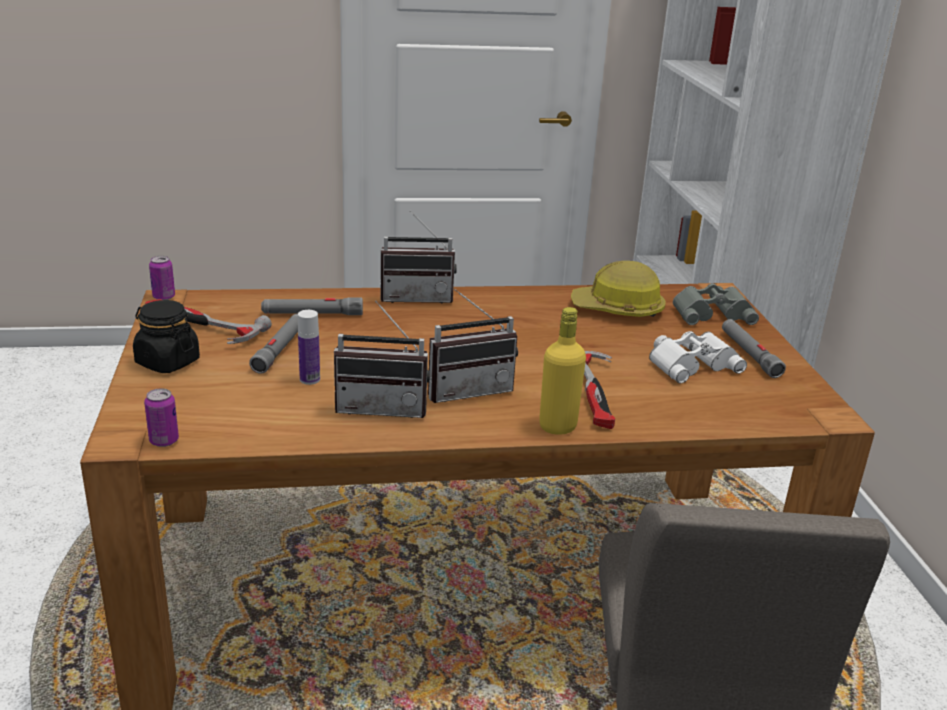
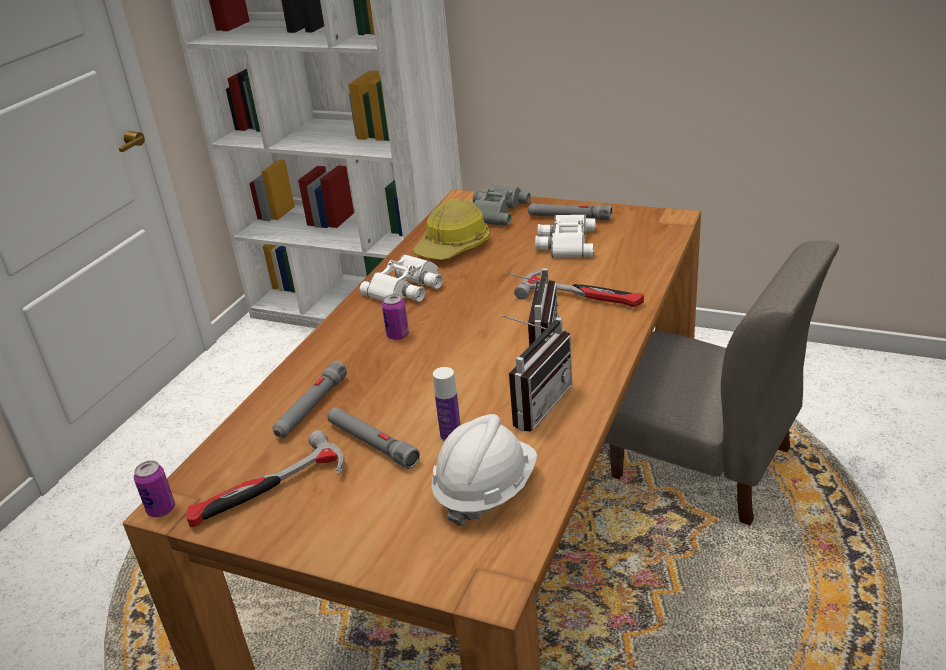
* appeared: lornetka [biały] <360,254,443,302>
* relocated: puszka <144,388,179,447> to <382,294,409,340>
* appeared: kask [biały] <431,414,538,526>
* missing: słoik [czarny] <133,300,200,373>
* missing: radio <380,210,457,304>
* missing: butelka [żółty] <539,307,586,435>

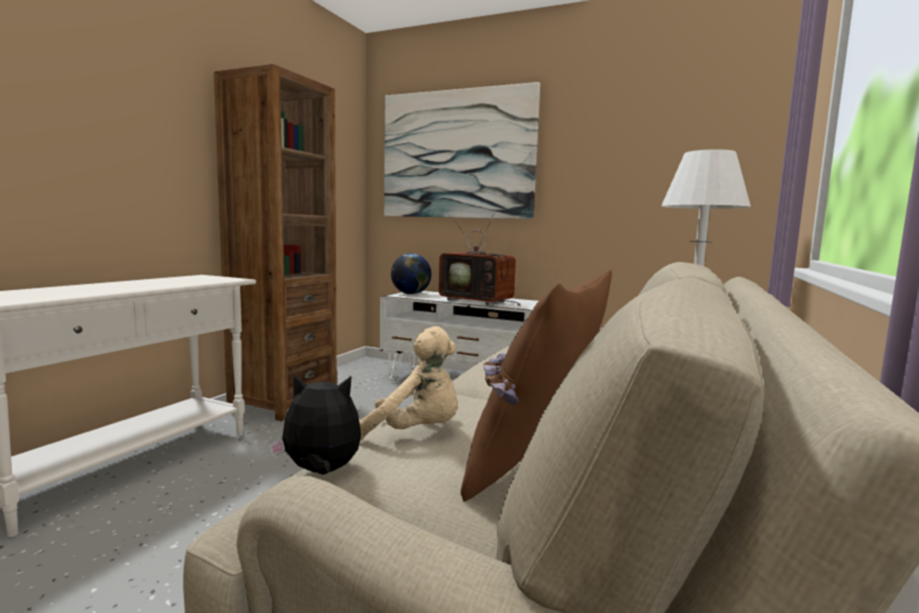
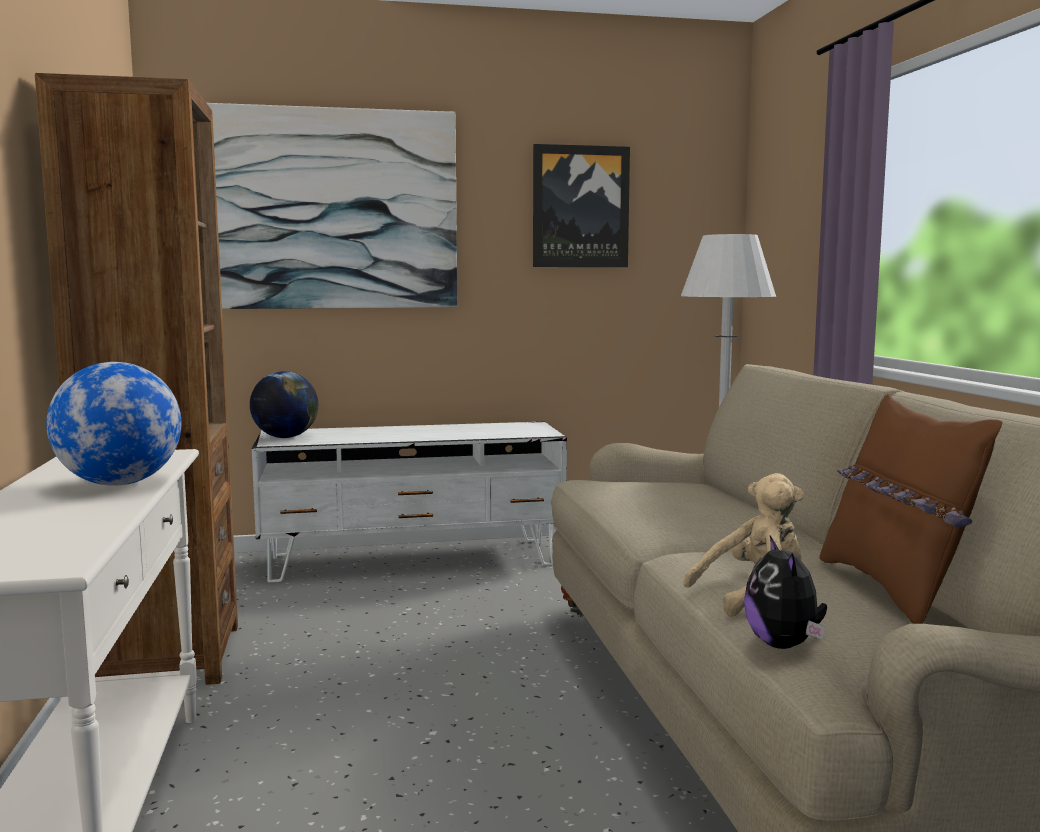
* appeared: globus <46,362,182,486>
* appeared: obraz <533,144,630,267>
* spun: pluszak <269,374,361,475> = <744,536,827,649> 60 degrees counterclockwise
* missing: telewizor <439,213,520,306>

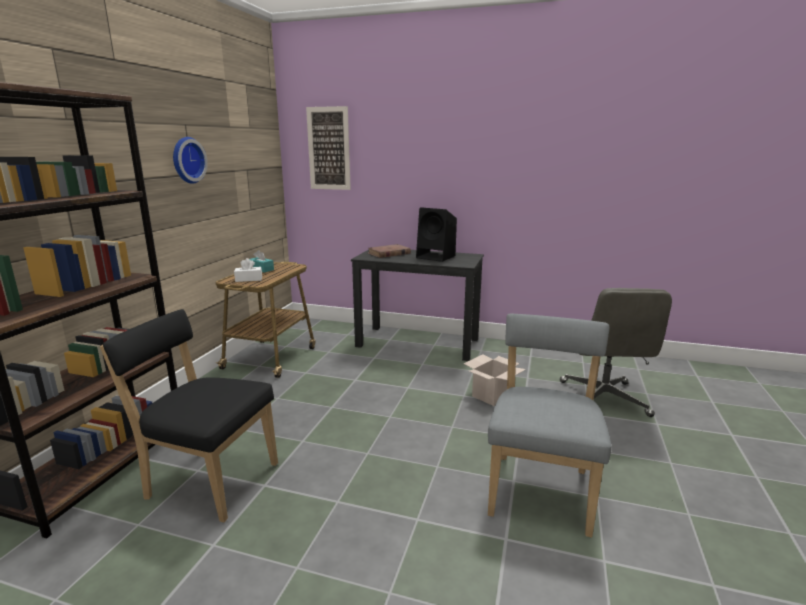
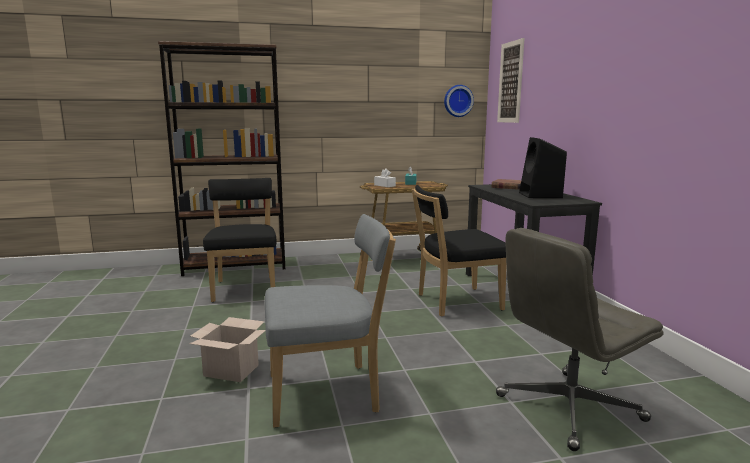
* relocated: karton <463,354,526,406> to <189,317,266,382>
* appeared: krzesło [czarny] <412,185,507,317>
* relocated: zegar ścienny <173,137,208,184> to <444,85,474,117>

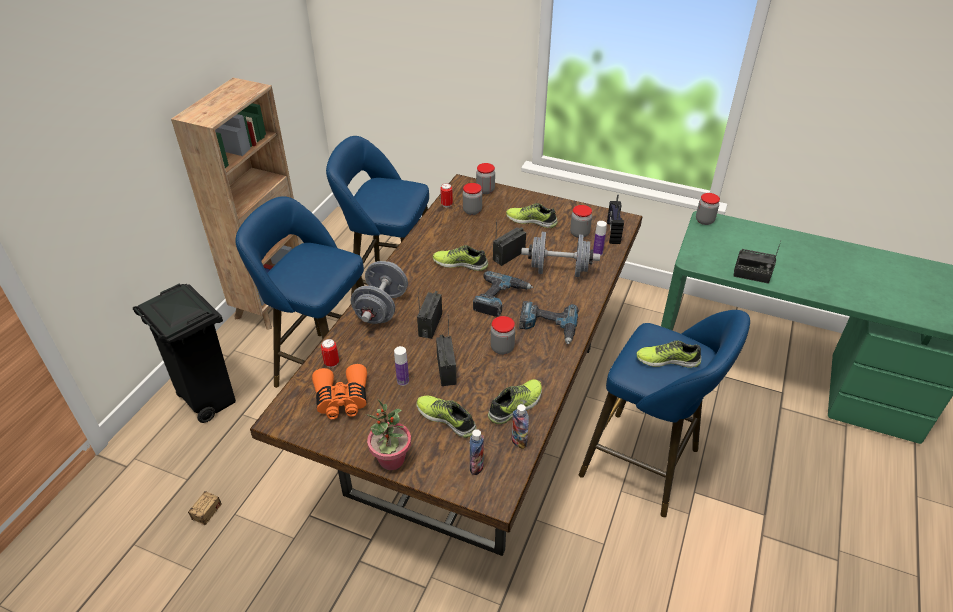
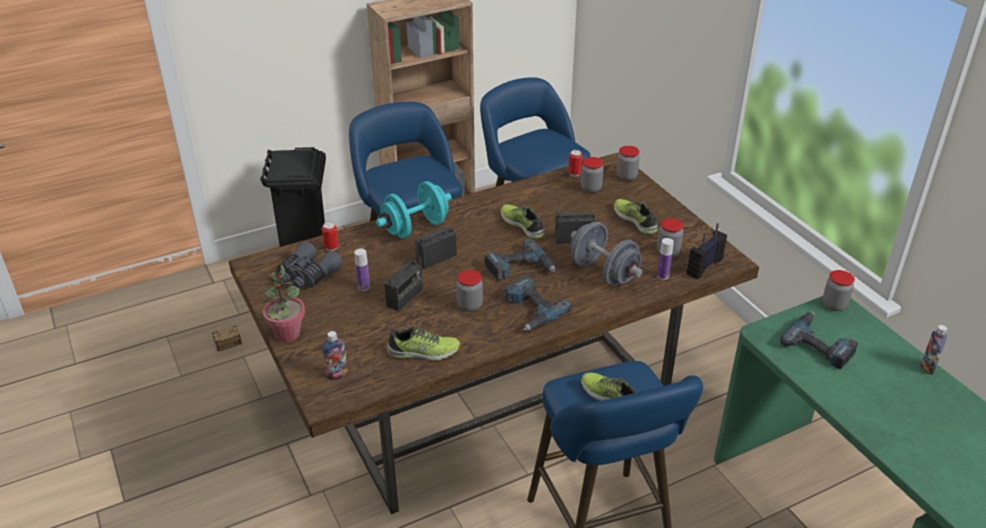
* colour: lornetka [pomarańczowy] <312,364,367,419> to lornetka [szary] <277,241,343,289>
* colour: hantel [szary] <350,261,408,324> to hantel [turkusowy] <376,181,452,238>
* appeared: wiertarka <780,311,858,370>
* relocated: butelka <511,404,529,449> to <921,325,947,374>
* missing: but <416,396,477,438>
* missing: radio <733,242,781,284>

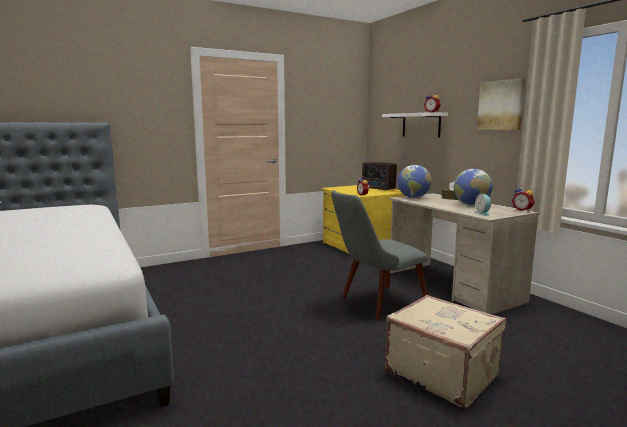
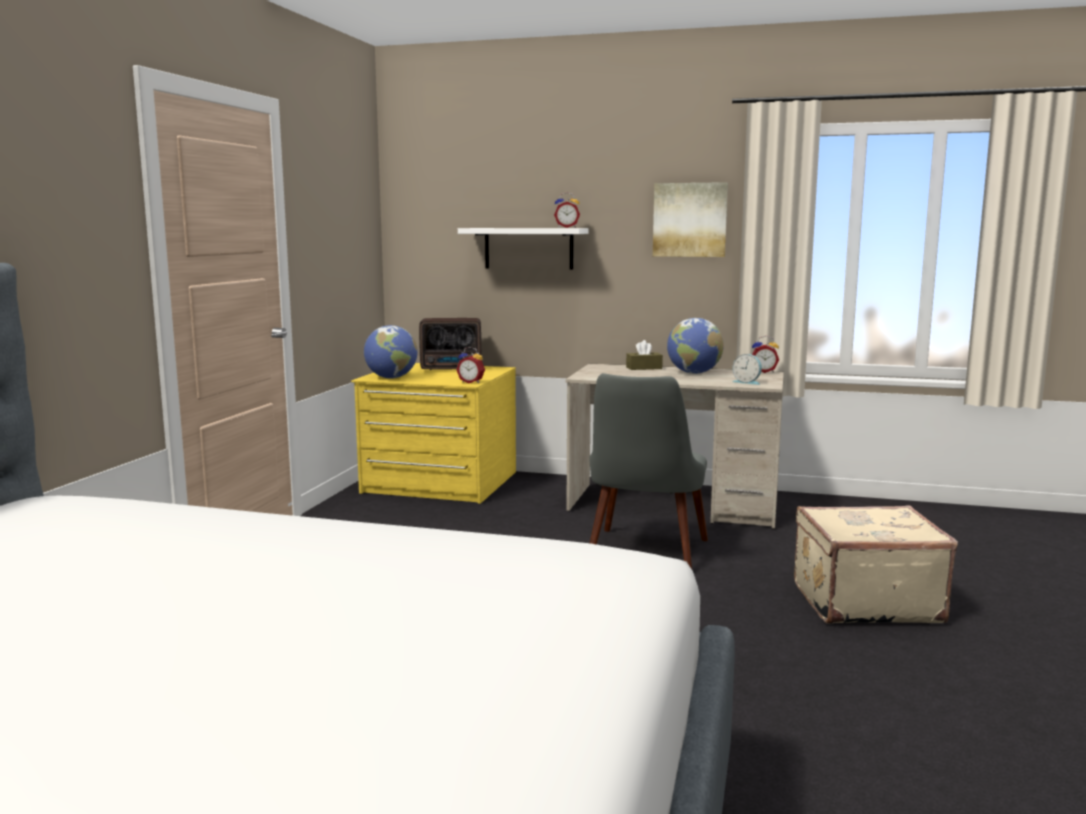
* relocated: globus <398,165,432,198> to <364,325,418,379>

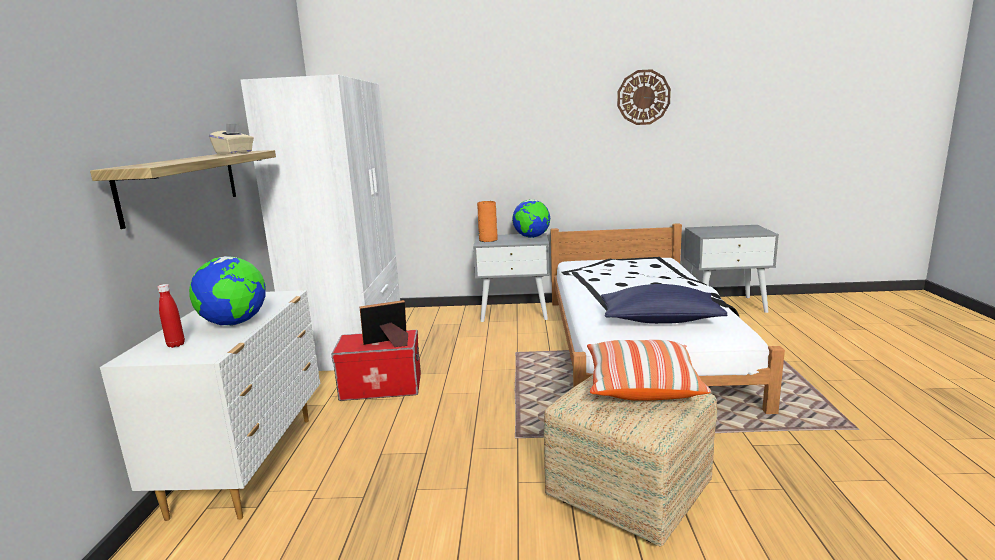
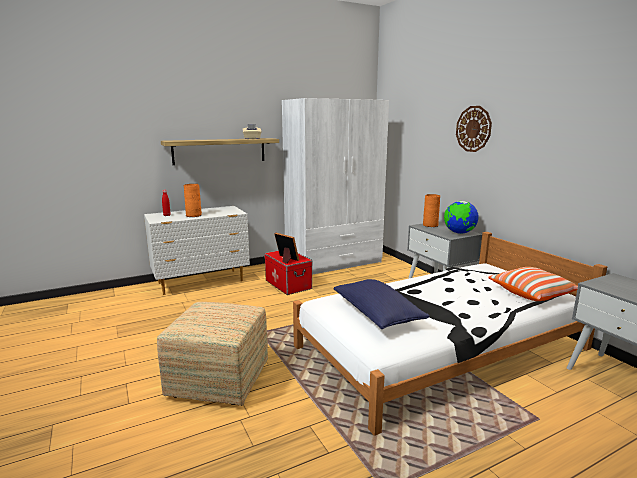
* exchanged: globus <189,256,266,326> to wazon [pomarańczowy] <184,184,202,217>
* relocated: zegar ścienny <617,69,671,125> to <456,106,492,152>
* relocated: poduszka <587,340,711,401> to <488,267,578,301>

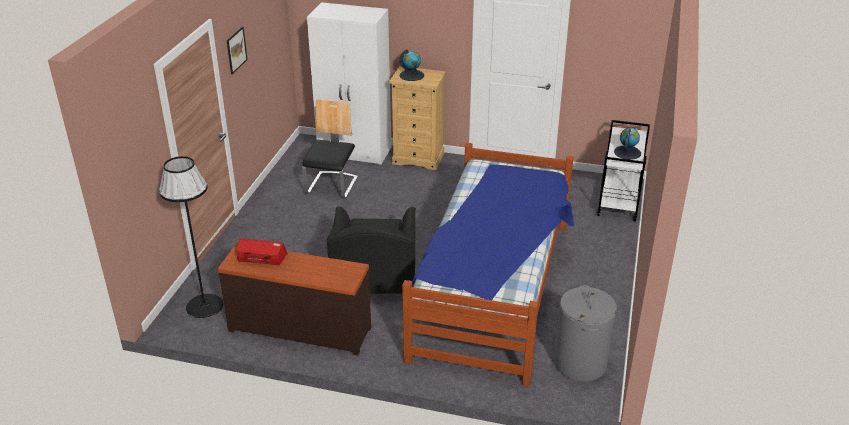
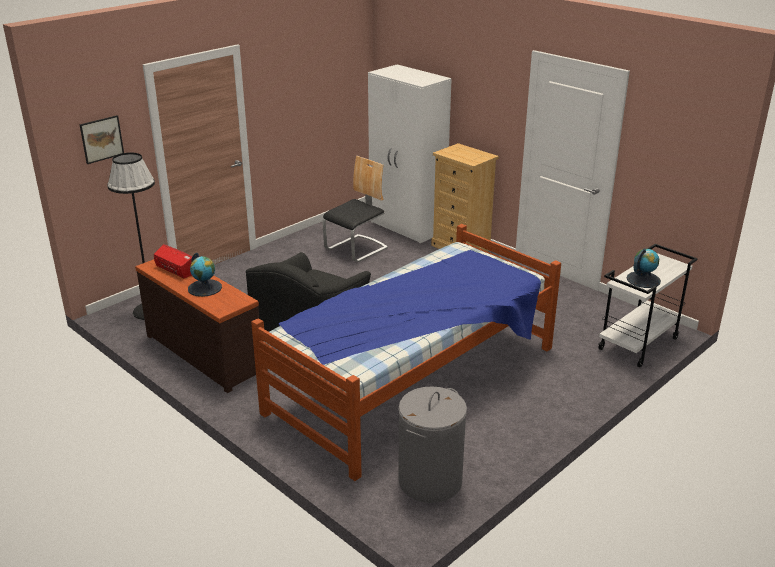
* relocated: obraz <227,27,248,74> to <80,115,124,164>
* relocated: globus <400,49,424,81> to <188,253,222,297>

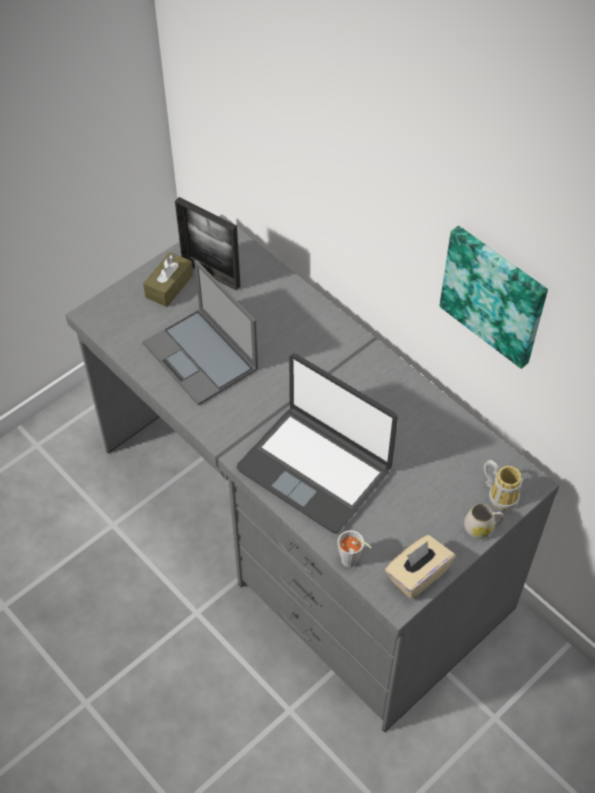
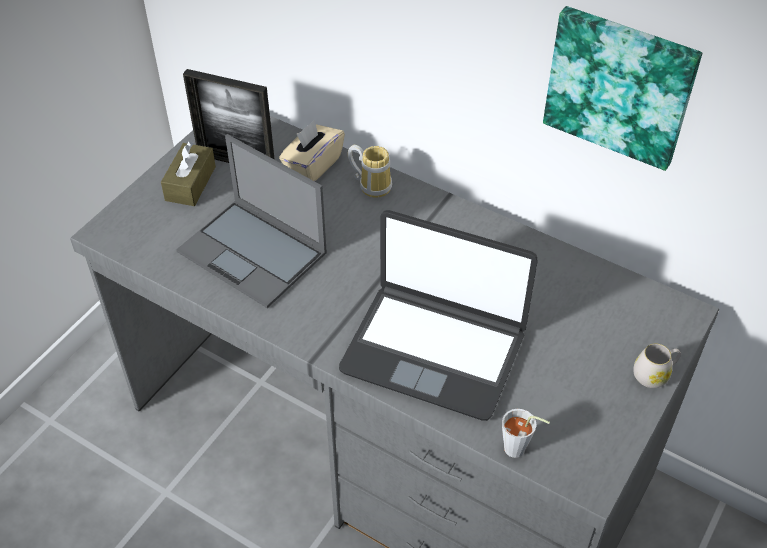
* relocated: pudełko chusteczek [beżowy] <385,535,455,599> to <279,120,345,181>
* relocated: kubek <483,460,522,510> to <348,145,392,197>

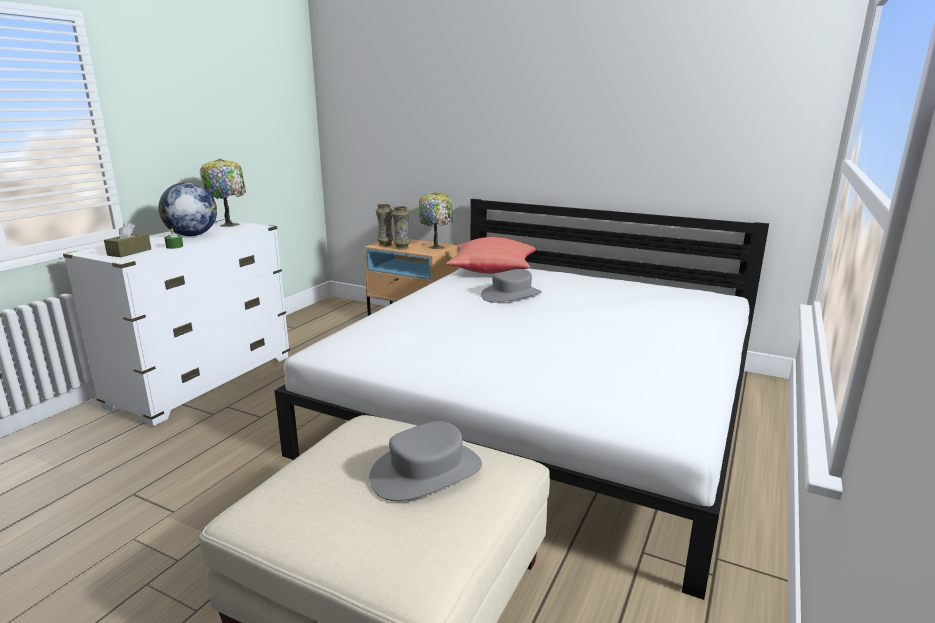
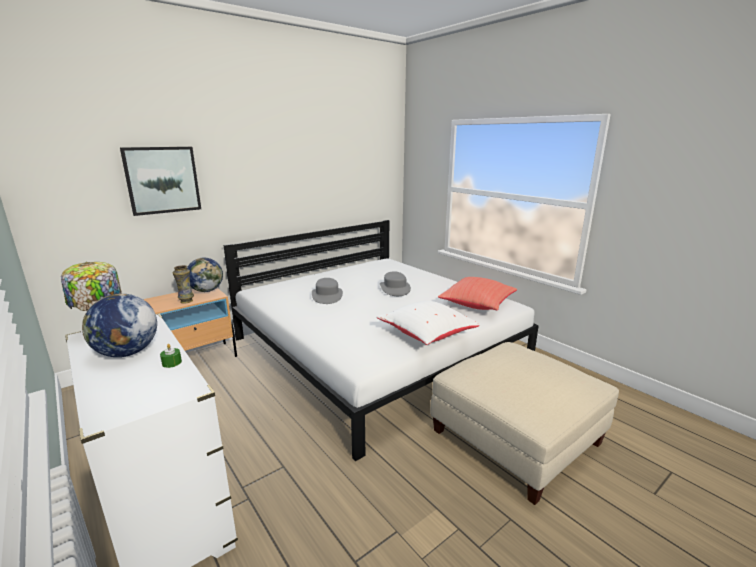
* appeared: obraz <120,147,201,216>
* exchanged: lampa stołowa <419,192,453,249> to globus <187,258,223,292>
* appeared: poduszka [biały] <376,300,480,345>
* relocated: kapelusz [szary] <369,421,482,501> to <380,271,411,296>
* relocated: poduszka [czerwony] <446,237,536,274> to <438,277,517,310>
* missing: pudełko chusteczek [brązowy] <104,222,151,257>
* missing: wazon <376,204,394,246>

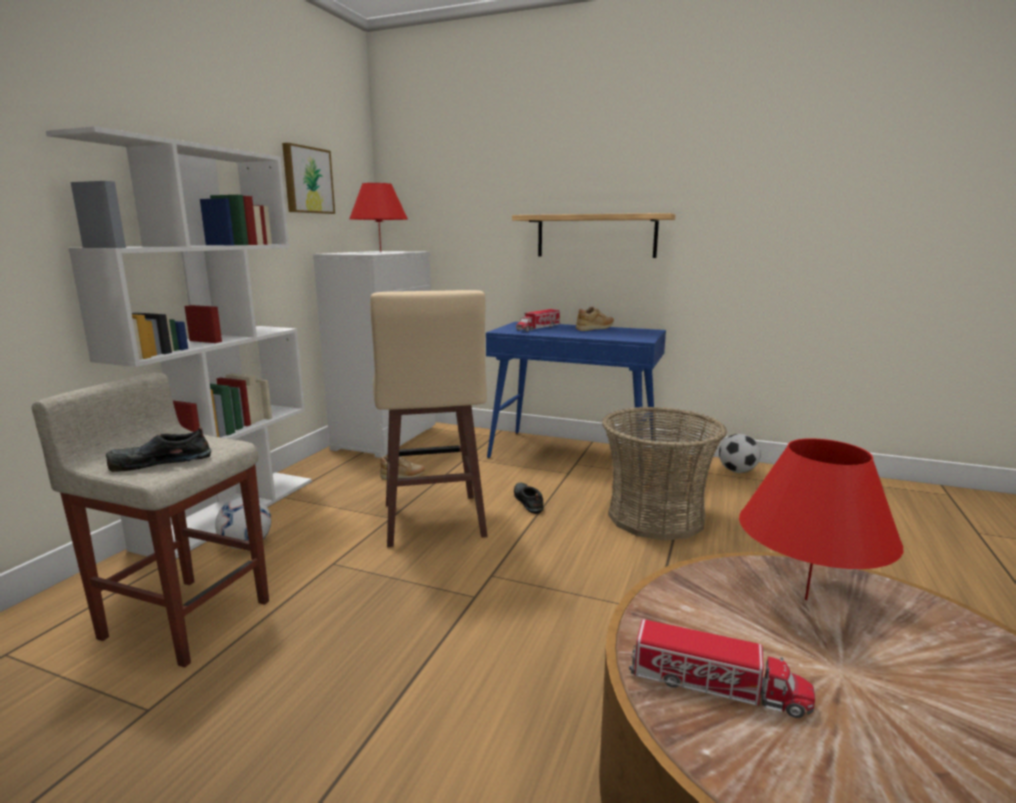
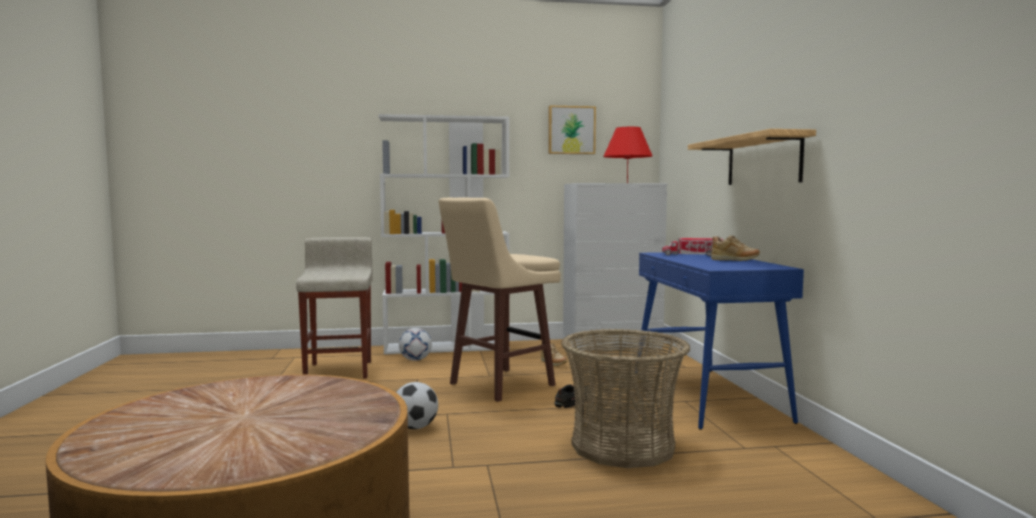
* relocated: piłka futbolowa <719,434,761,473> to <396,382,438,429>
* missing: but [czarny] <106,426,211,472>
* missing: ciężarówka zabawkowa <629,619,815,718>
* missing: lampa stołowa [czerwony] <739,438,903,600>

